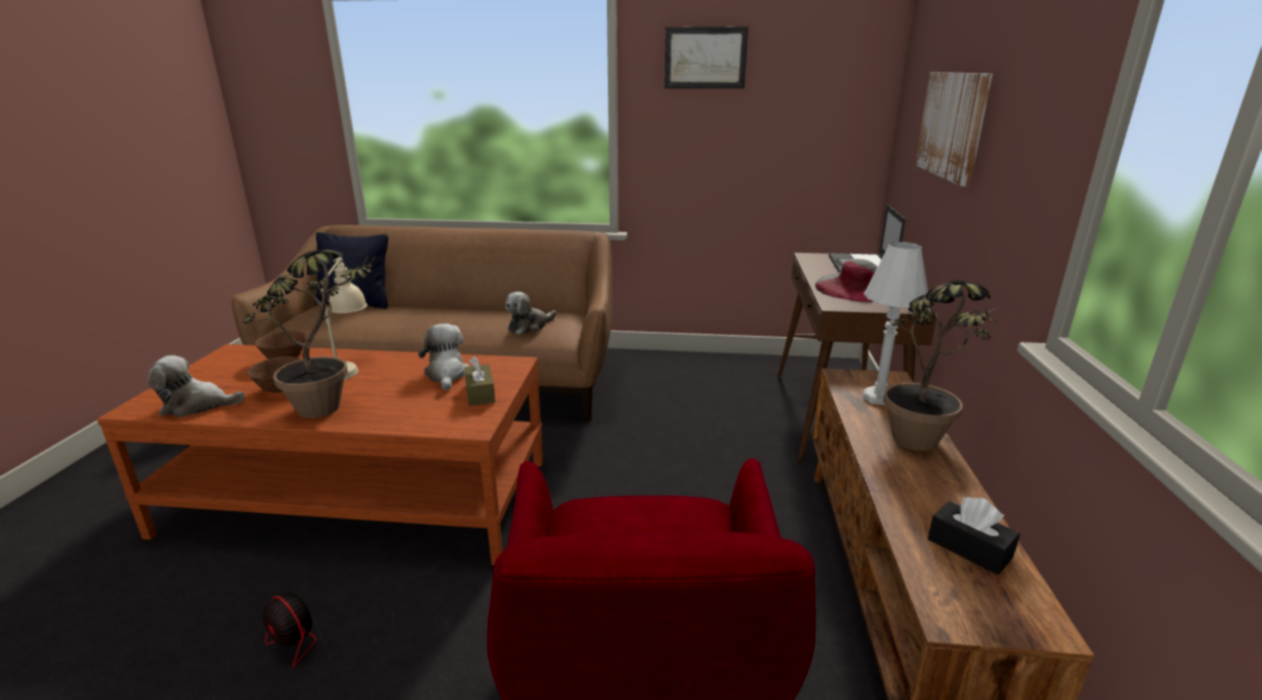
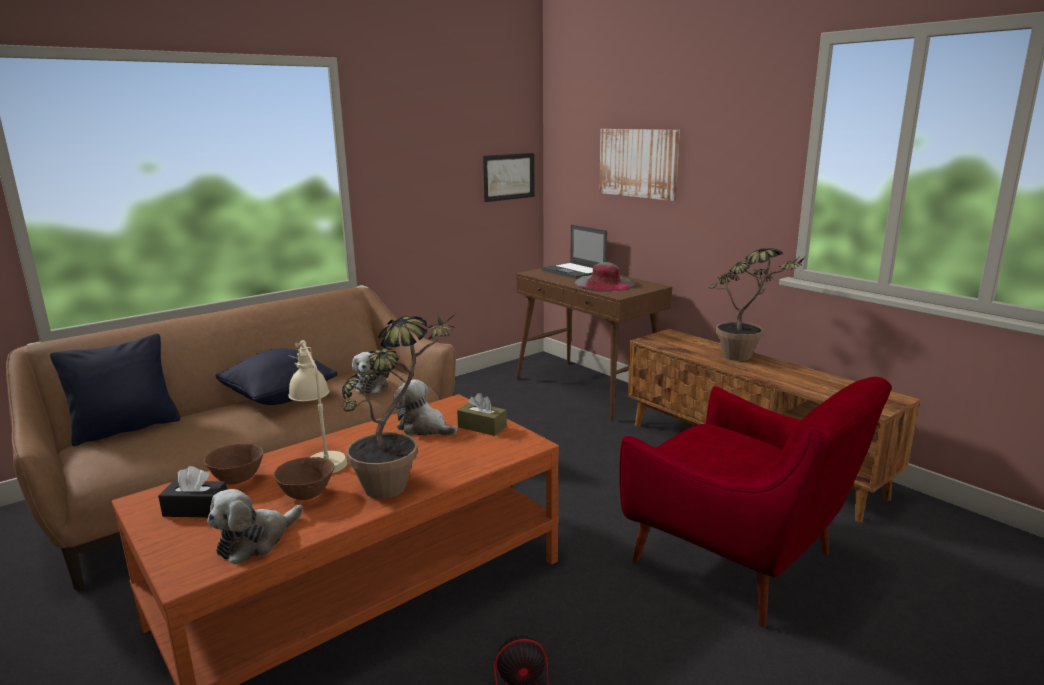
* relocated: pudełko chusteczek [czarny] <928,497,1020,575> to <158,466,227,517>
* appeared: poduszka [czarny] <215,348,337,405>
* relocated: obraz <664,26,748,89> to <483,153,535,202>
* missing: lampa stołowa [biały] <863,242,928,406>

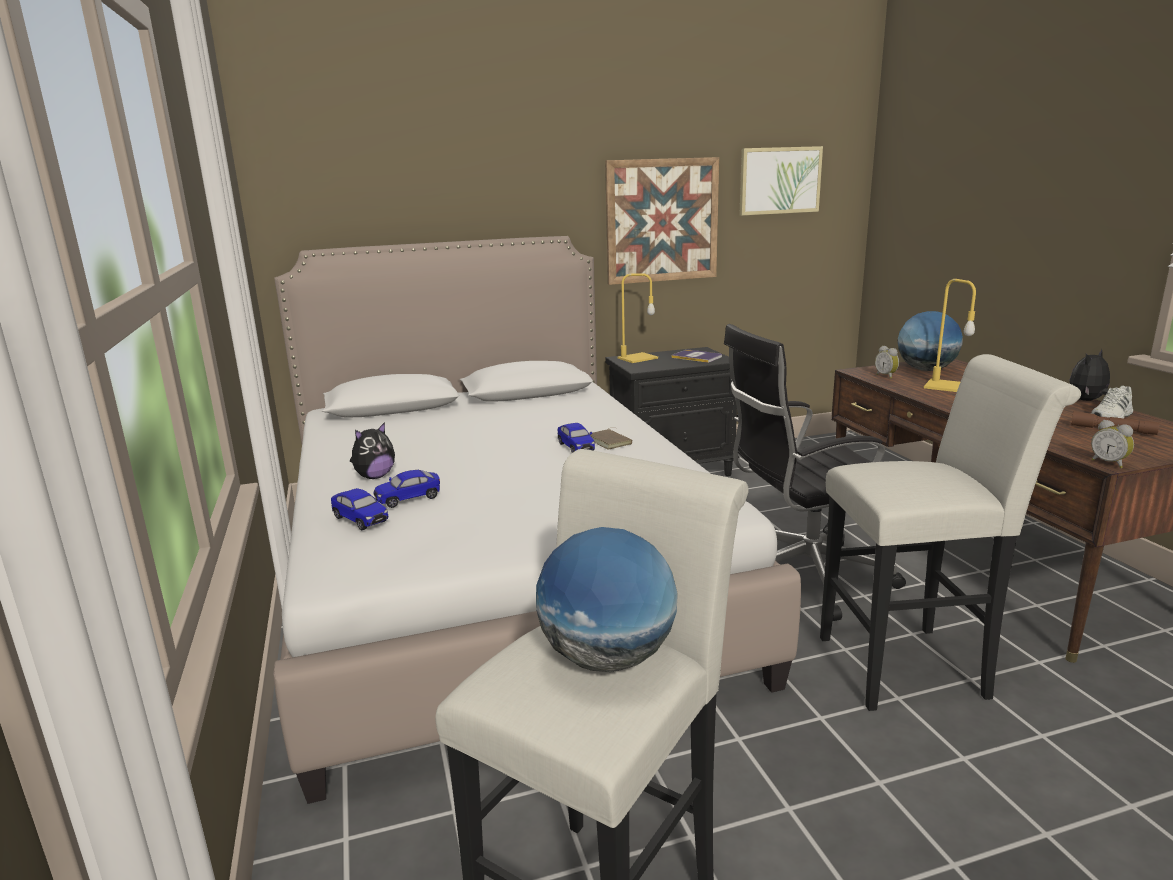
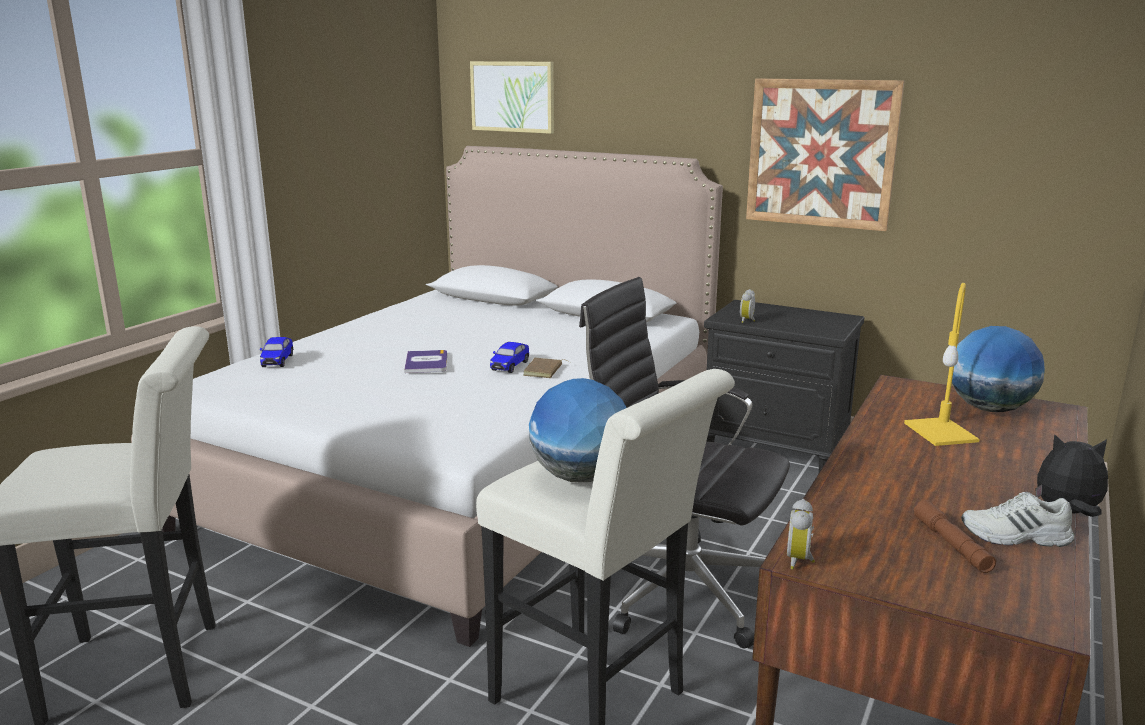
* relocated: książka <671,350,722,363> to <404,350,447,373>
* relocated: obraz <739,146,823,216> to <470,61,554,134>
* relocated: globus <536,527,678,672> to <529,378,627,482>
* relocated: budzik <875,346,899,379> to <740,289,755,323>
* missing: pluszak <350,422,395,479>
* missing: samochodzik <373,470,440,508>
* missing: lampa stołowa [żółty] <617,273,658,363>

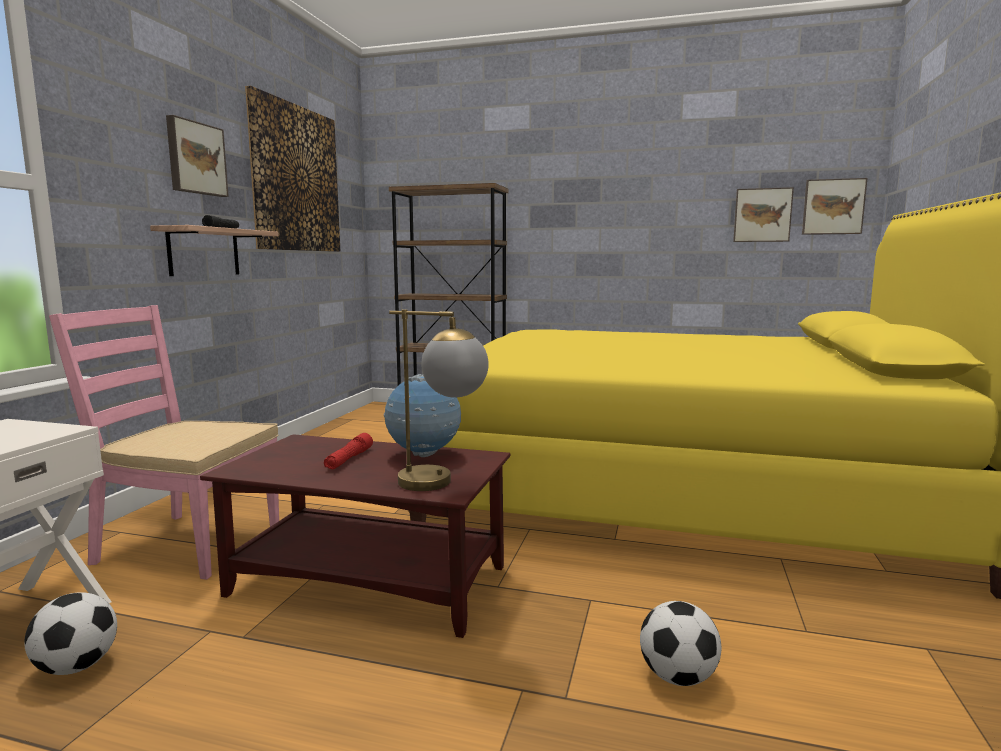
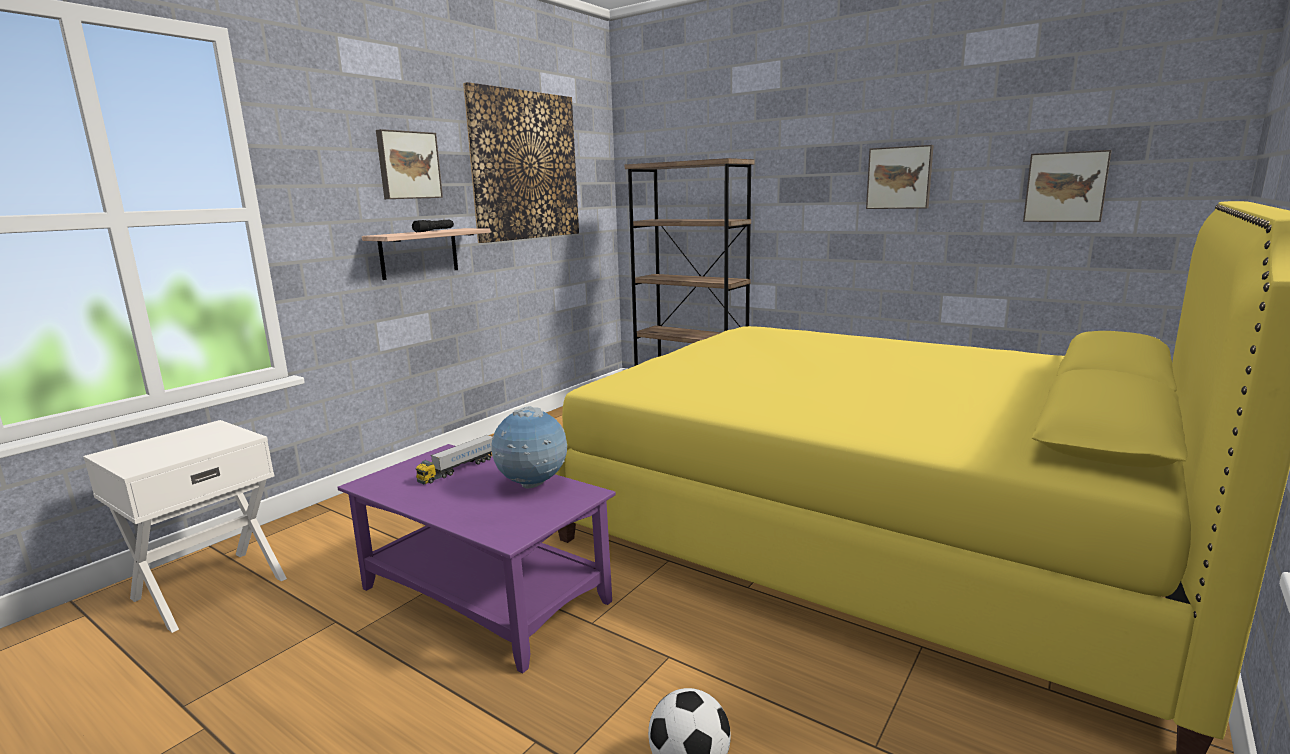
* colour: ława [brązowy] <200,434,510,638> to ława [fioletowy] <338,444,616,674>
* appeared: ciężarówka zabawkowa <416,435,492,484>
* relocated: obraz <802,178,867,235> to <866,145,934,209>
* missing: piłka futbolowa <24,592,117,675>
* missing: krzesło [różowy] <49,305,279,580>
* missing: latarka [czerwony] <324,433,373,469>
* missing: lampa stołowa <389,309,489,491>

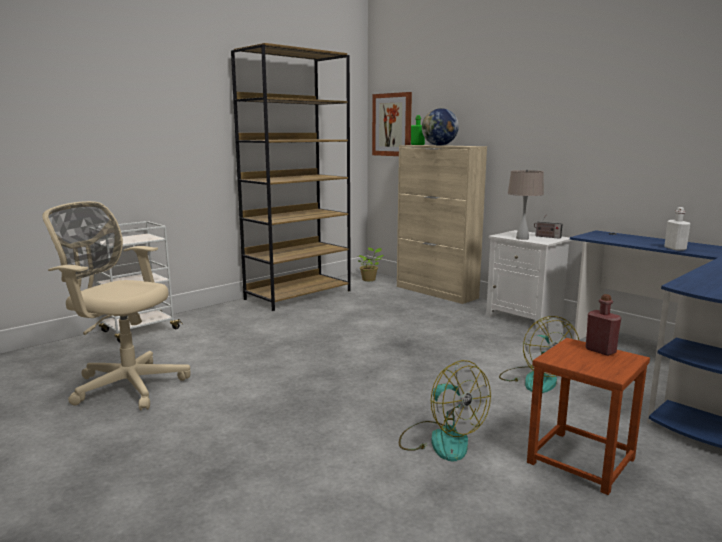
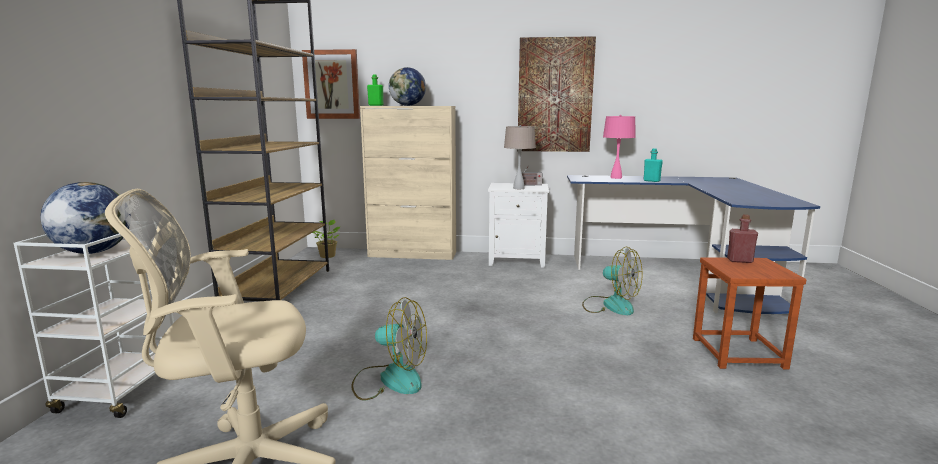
* appeared: globus <40,182,131,254>
* relocated: wentylator <399,360,491,461> to <351,297,427,400>
* appeared: obraz <517,36,596,152>
* appeared: lampa stołowa [różowy] <603,115,636,179>
* colour: butelka [biały] <664,207,690,251> to butelka [turkusowy] <643,148,663,182>

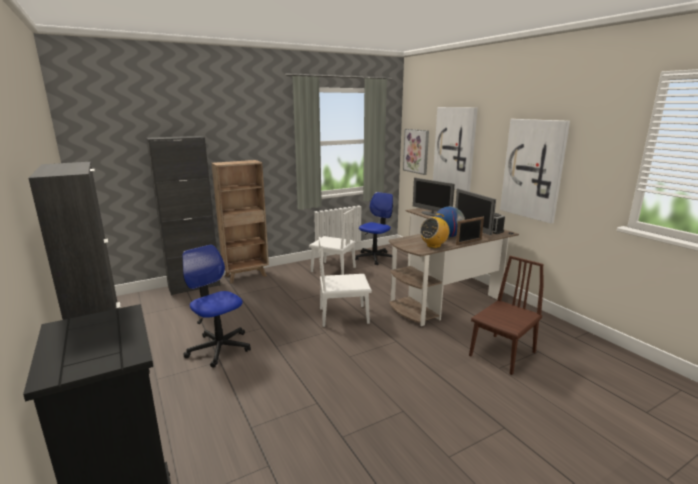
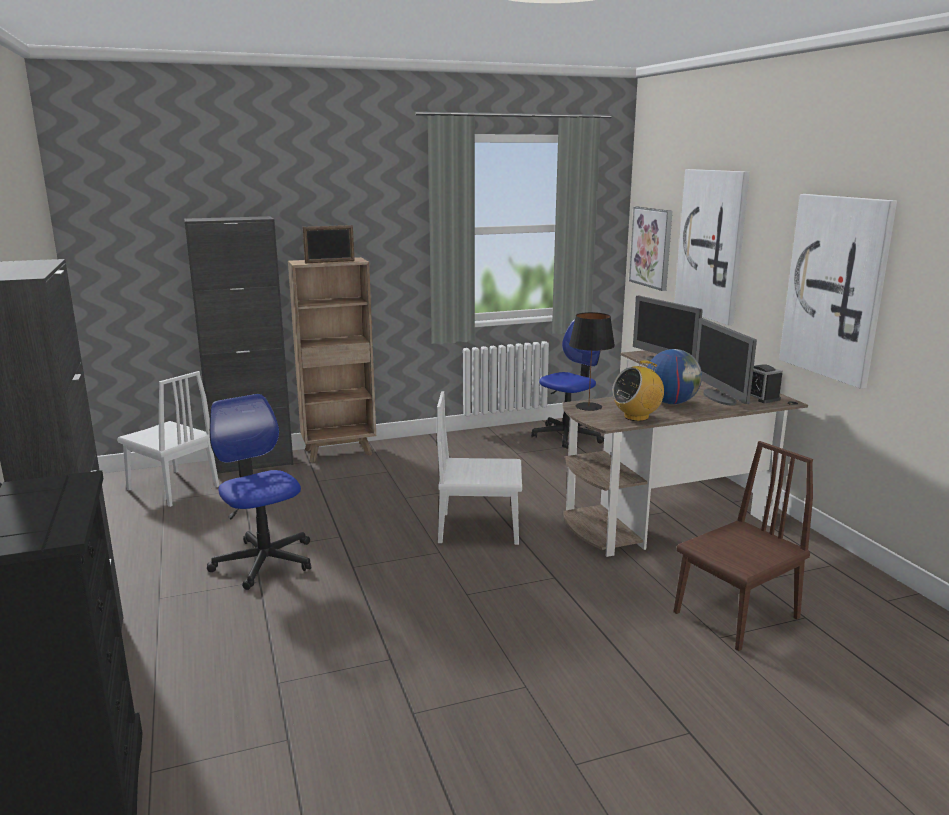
* relocated: krzesło [biały] <309,208,356,275> to <117,371,219,507>
* relocated: ramka na zdjęcie <456,217,484,245> to <302,225,355,263>
* appeared: lampa stołowa [czarny] <569,312,615,411>

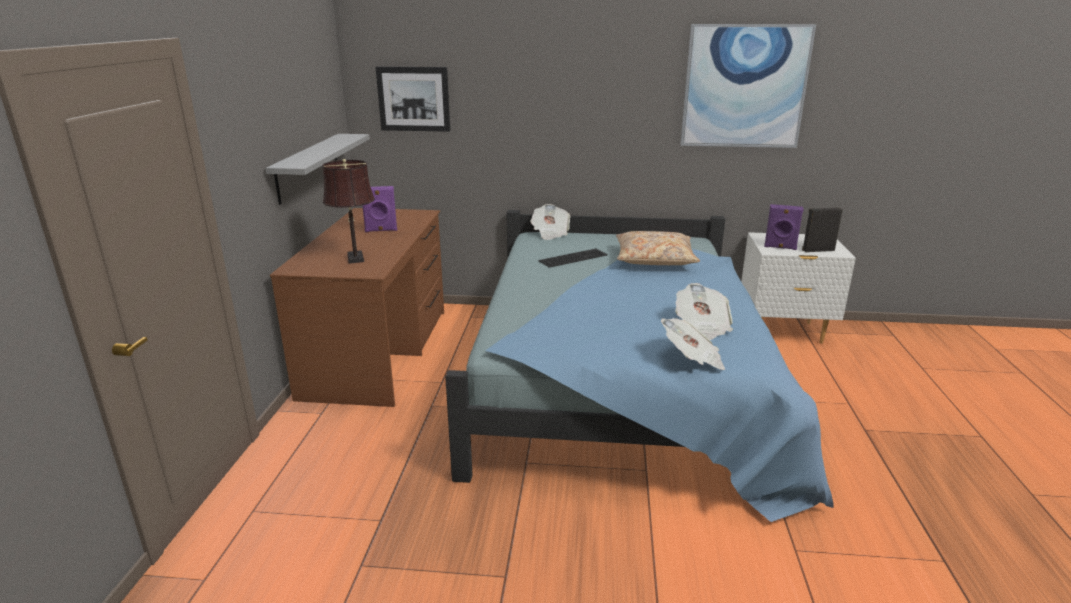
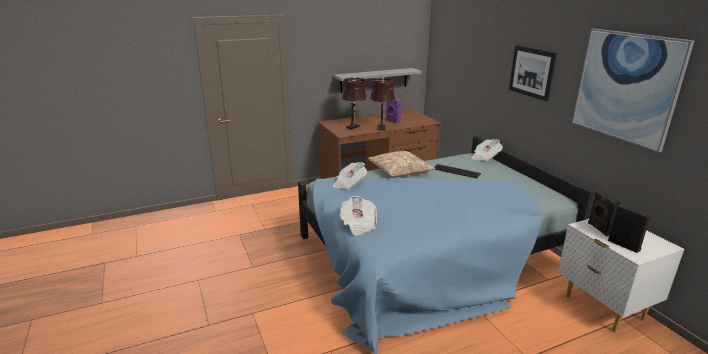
* relocated: gazeta <675,283,733,340> to <333,162,367,190>
* relocated: poduszka [beżowy] <616,231,700,265> to <367,151,435,177>
* appeared: lampa stołowa [brązowy] <370,78,395,130>
* relocated: obraz <375,67,450,132> to <509,45,557,101>
* colour: głośnik [fioletowy] <764,204,804,250> to głośnik [czarny] <588,190,621,236>

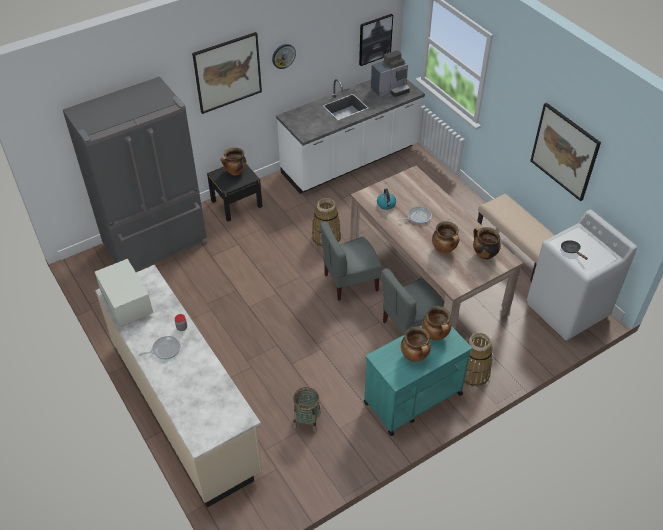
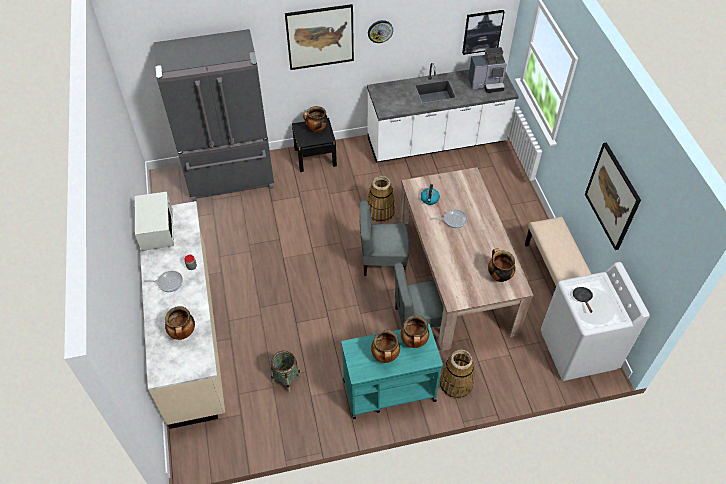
* relocated: garnek <432,221,459,254> to <165,306,195,340>

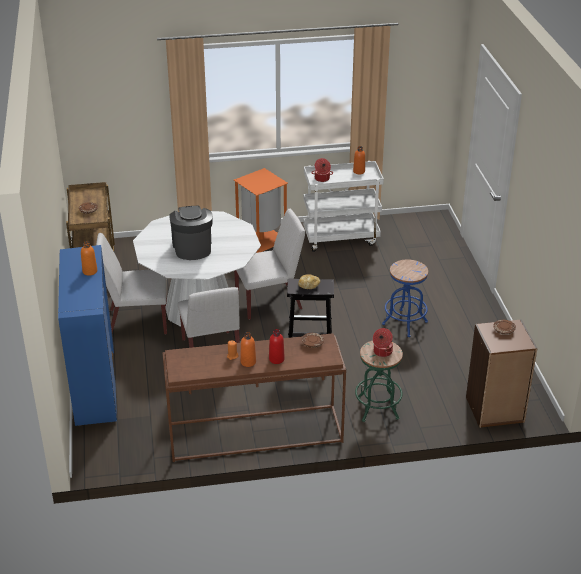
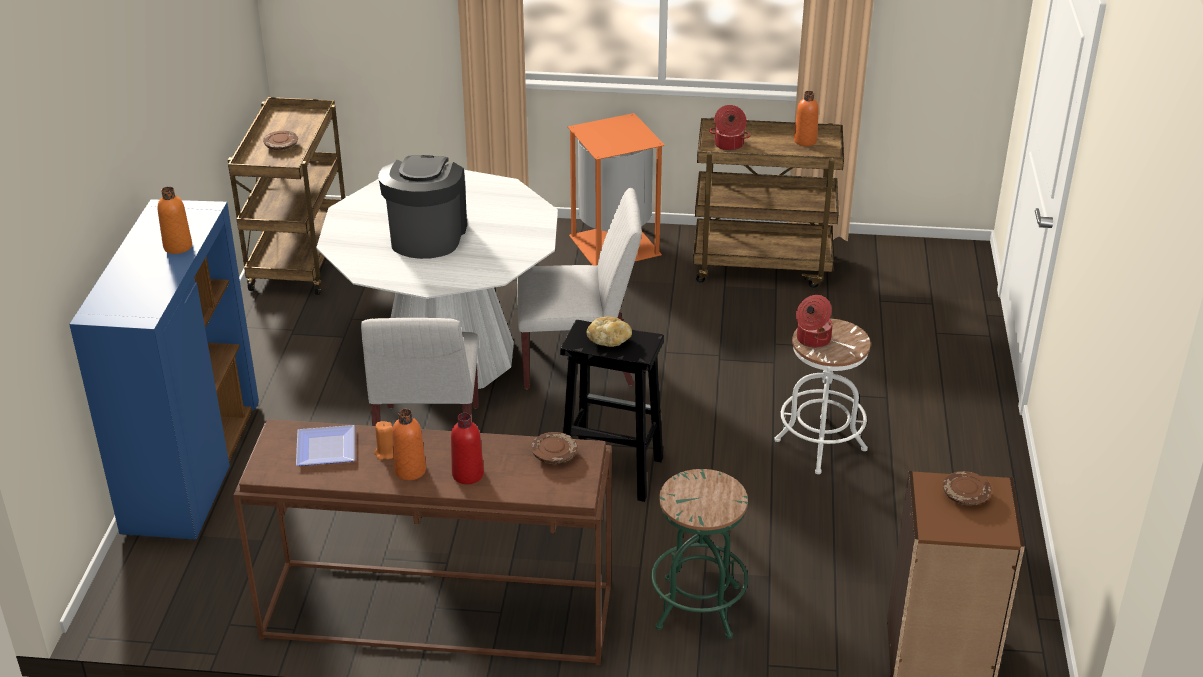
* appeared: talerz <296,425,355,466>
* colour: wózek [biały] <303,161,384,252> to wózek [brązowy] <693,117,844,288>
* colour: stołek [niebieski] <382,259,428,337> to stołek [biały] <774,318,871,474>
* relocated: garnek <373,328,393,357> to <796,295,833,348>
* missing: krzesło [biały] <96,233,167,335>

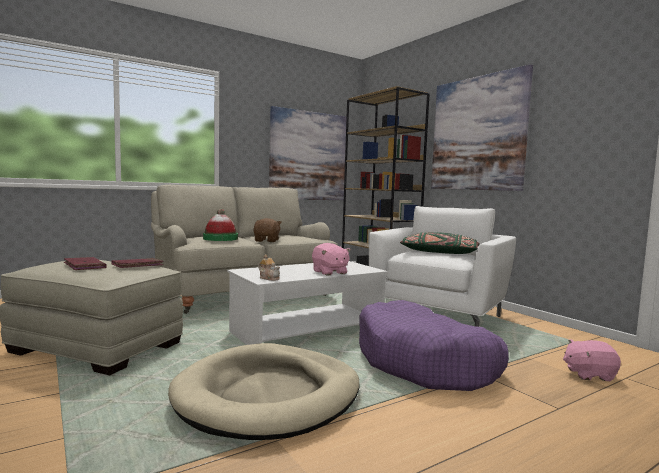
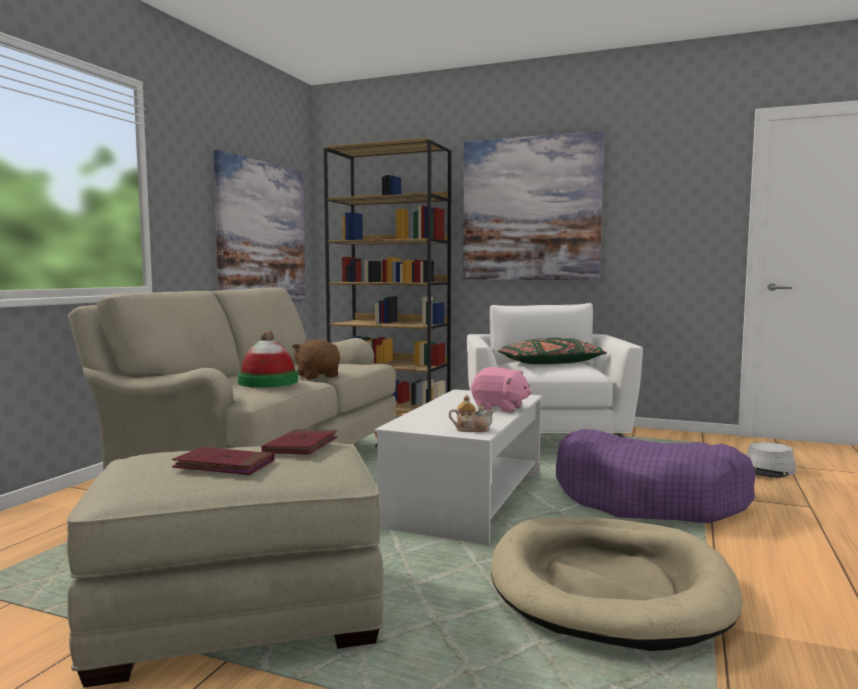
* exchanged: pluszak [różowy] <563,339,621,381> to kapelusz [szary] <746,442,796,478>

